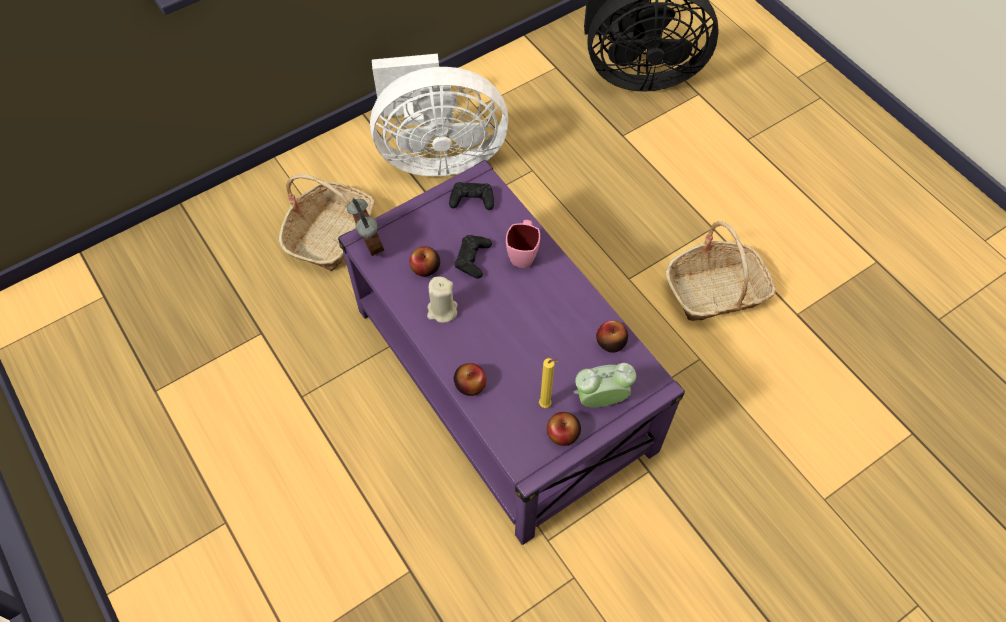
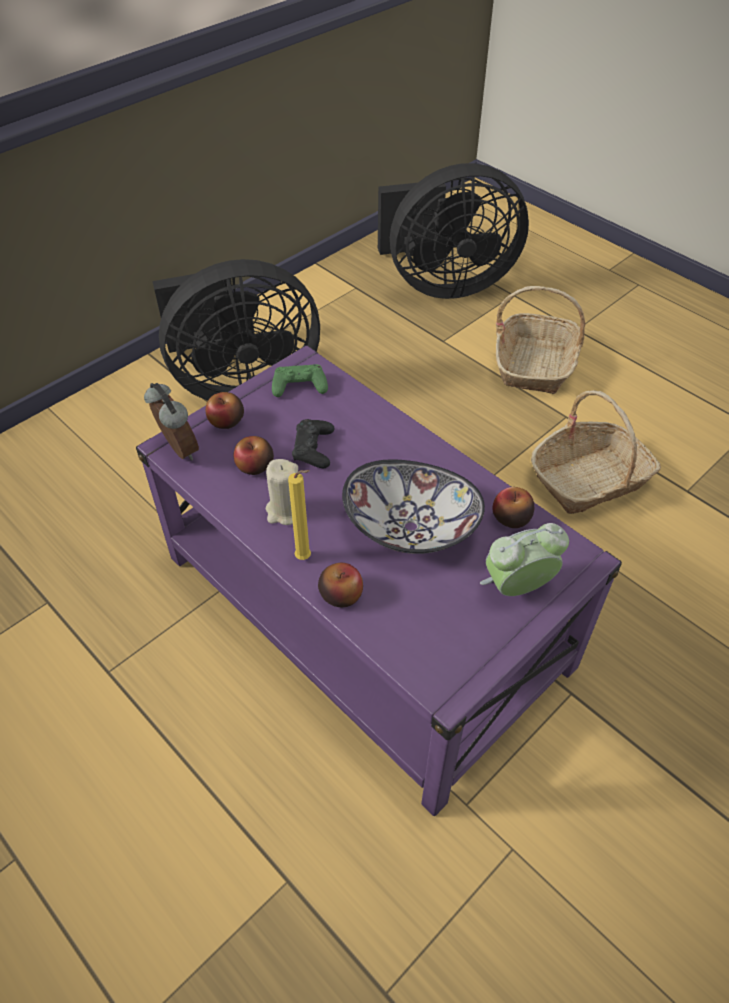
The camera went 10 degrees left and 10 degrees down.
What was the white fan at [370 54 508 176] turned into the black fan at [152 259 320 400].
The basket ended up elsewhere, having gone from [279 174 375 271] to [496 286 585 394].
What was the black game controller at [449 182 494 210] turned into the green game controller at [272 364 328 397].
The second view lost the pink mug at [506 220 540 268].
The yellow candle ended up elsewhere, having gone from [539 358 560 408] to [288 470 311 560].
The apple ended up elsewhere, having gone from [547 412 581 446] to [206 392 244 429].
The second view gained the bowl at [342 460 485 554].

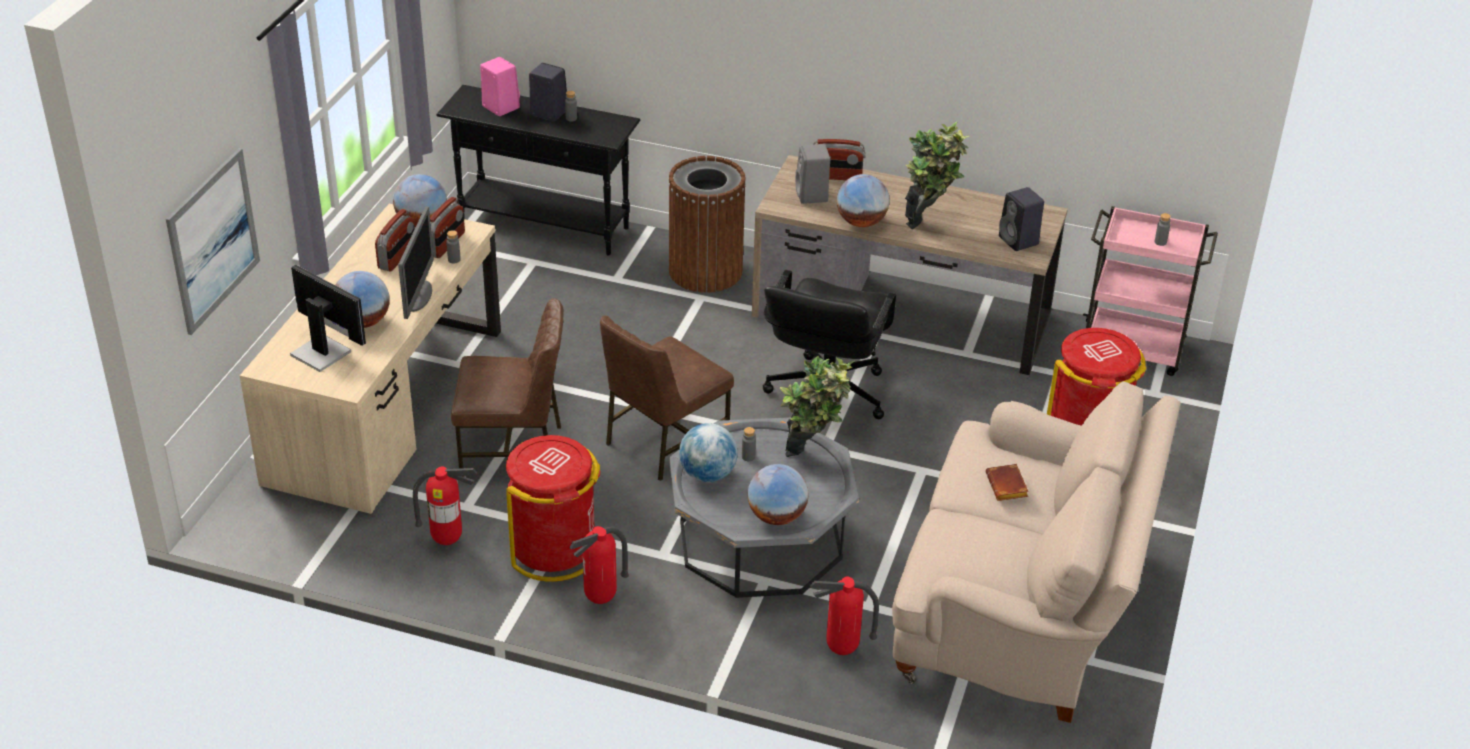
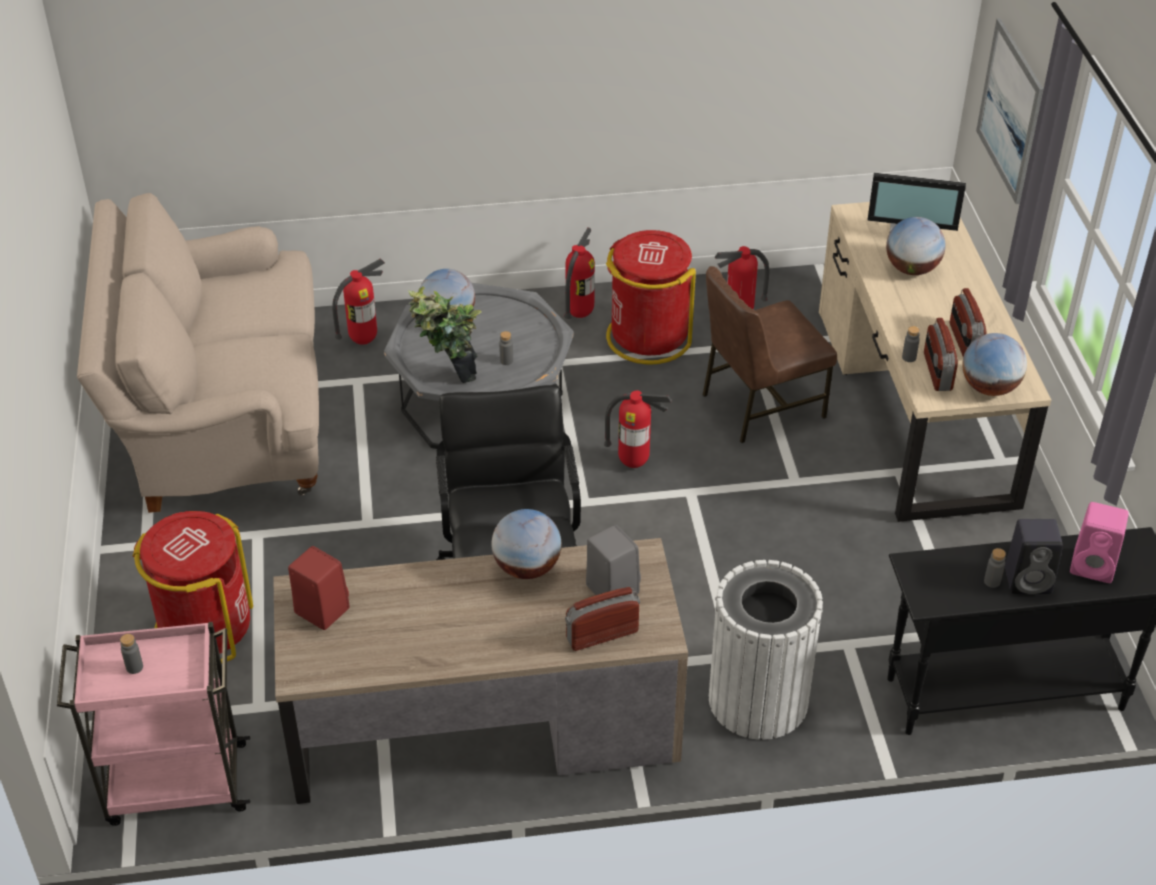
The camera went 155 degrees right and 5 degrees up.
The second view lost the potted plant at [905 121 969 229].
What was the brown trash can at [668 156 746 293] turned into the white trash can at [709 560 823 740].
What was the black speaker at [999 187 1044 251] turned into the red speaker at [288 546 350 630].
The second view lost the monitor at [398 207 434 319].
Where the brown chair stood at [600 315 734 481], the fire extinguisher came to stand at [604 390 672 468].
The second view lost the globe at [679 423 738 482].
The second view lost the brown book at [986 464 1029 501].

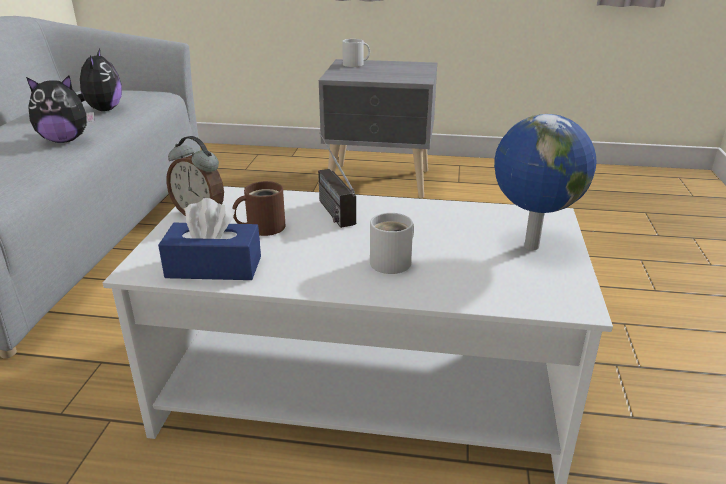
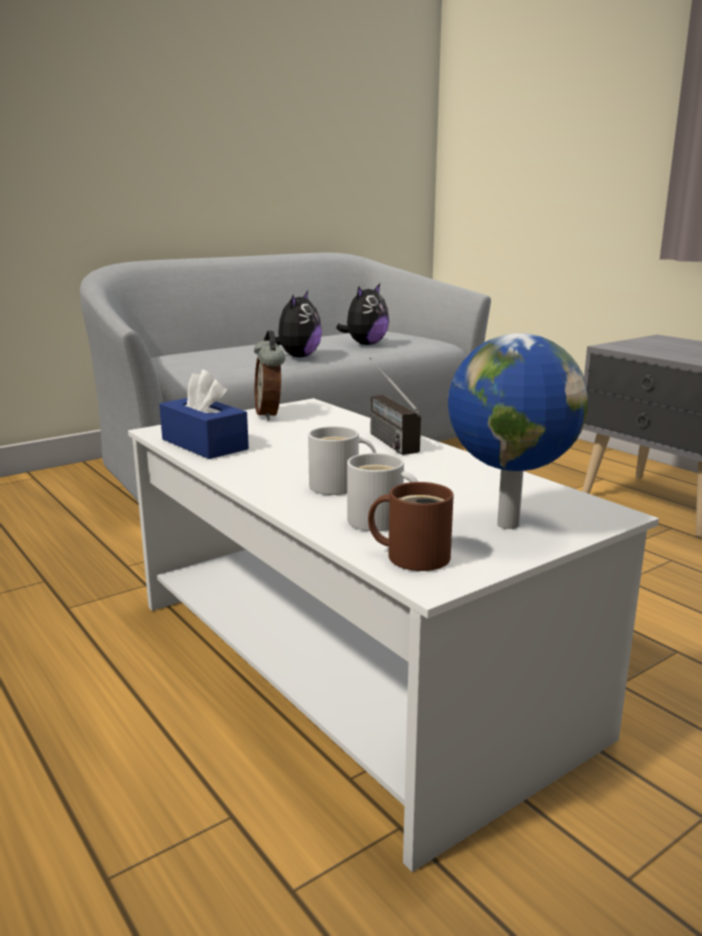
The camera went 45 degrees right and 10 degrees down.
The white mug ended up elsewhere, having gone from [342 39 370 67] to [347 453 418 531].
The plush toy at [26 75 94 143] ended up facing another way, 105 degrees counterclockwise from before.
The radio at [318 133 356 228] ended up facing another way, 45 degrees counterclockwise from before.
The brown mug ended up elsewhere, having gone from [232 181 286 236] to [368 482 454 571].

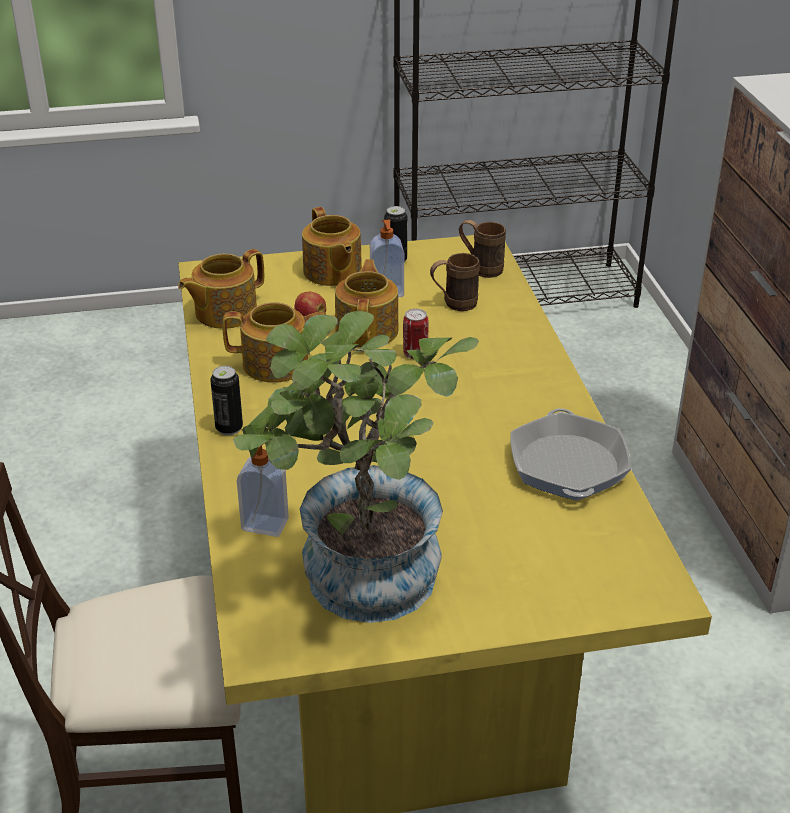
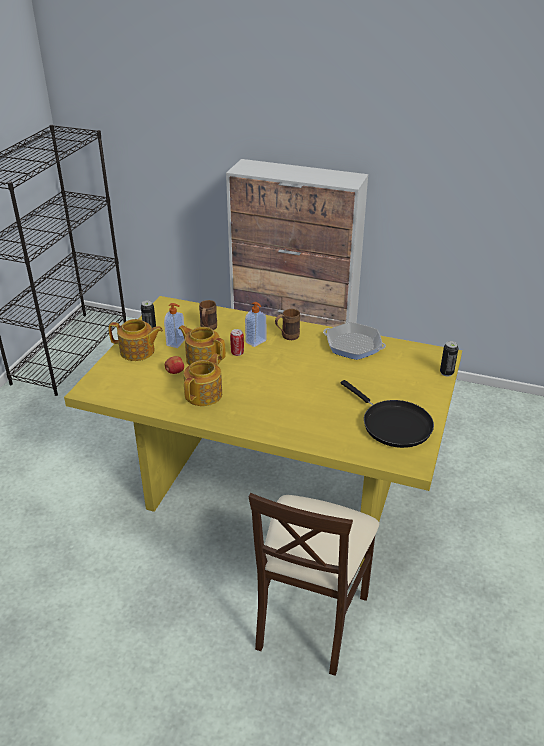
The camera went 60 degrees left and 0 degrees up.
The brown mug ended up elsewhere, having gone from [459 220 506 278] to [275 309 300 340].
The second view lost the teapot at [178 249 264 329].
Where the potted plant stood at [233 311 479 623], the black frying pan came to stand at [341 380 434 448].
The can ended up elsewhere, having gone from [210 366 243 435] to [440 341 458 377].
The soap dispenser ended up elsewhere, having gone from [237 443 289 537] to [245 302 266 347].

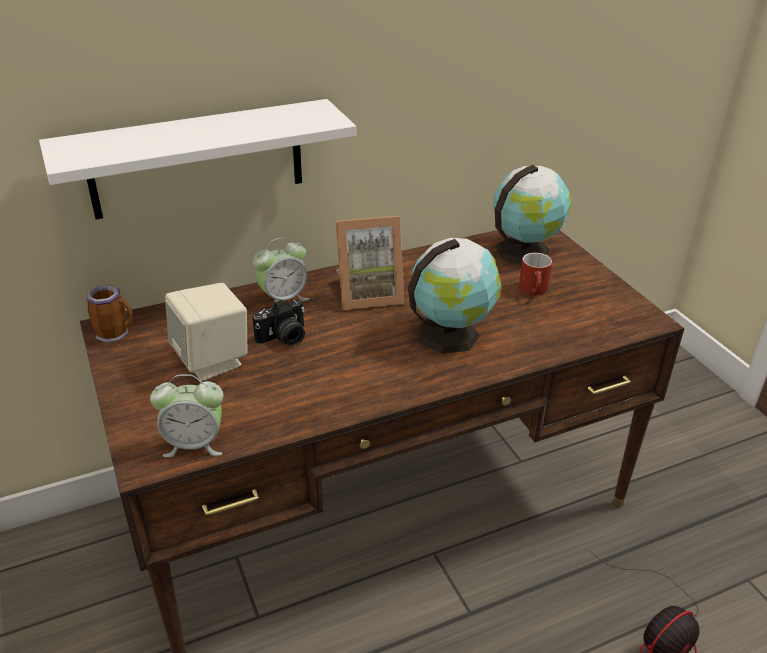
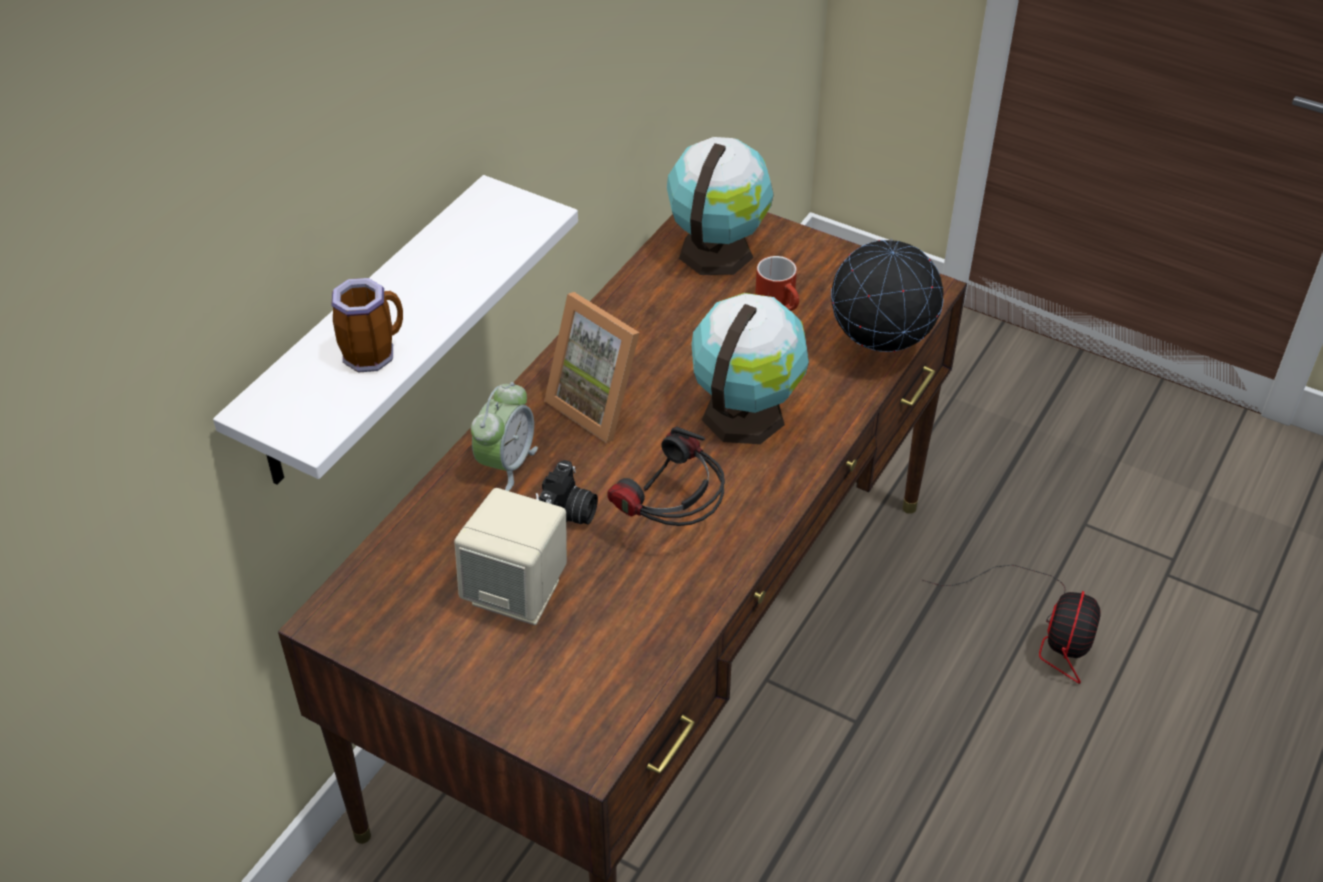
The camera went 35 degrees left and 10 degrees up.
The picture frame at [336 215 404 310] ended up facing another way, 90 degrees clockwise from before.
The mug ended up elsewhere, having gone from [86 284 133 343] to [331 278 403 372].
The second view lost the alarm clock at [150 374 223 457].
The second view gained the globe at [831 238 944 352].
The second view gained the headphones at [607 426 725 526].

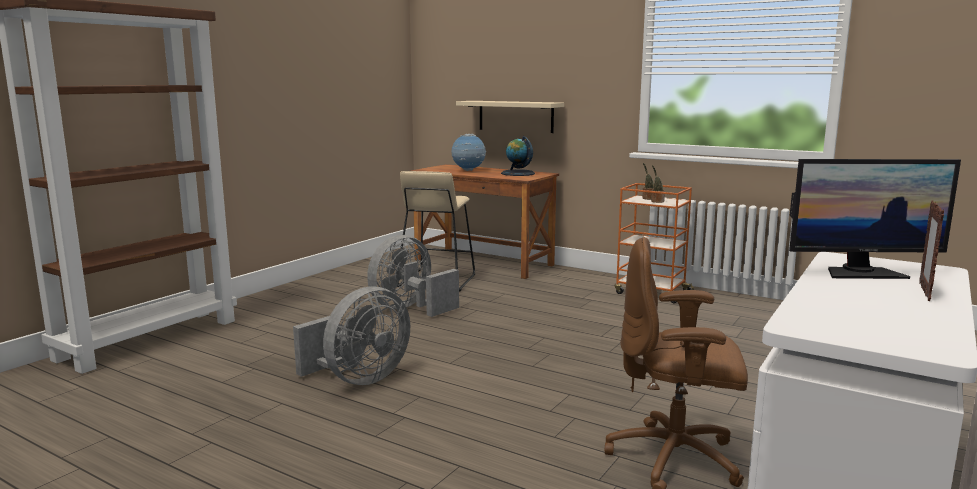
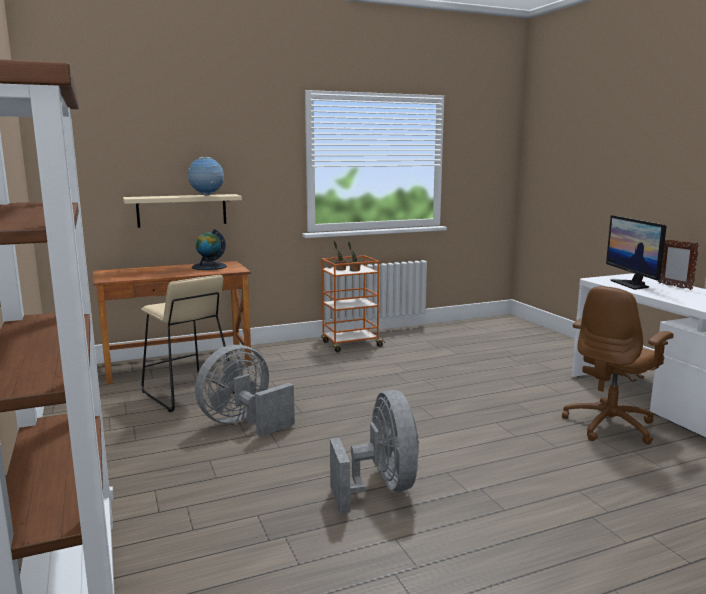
The camera went 55 degrees left and 0 degrees up.
The globe ended up elsewhere, having gone from [452 134 486 171] to [187 157 224 196].
The monitor at [789 159 961 279] ended up facing another way, 135 degrees clockwise from before.
The grey fan at [367 235 459 317] ended up facing another way, 60 degrees clockwise from before.

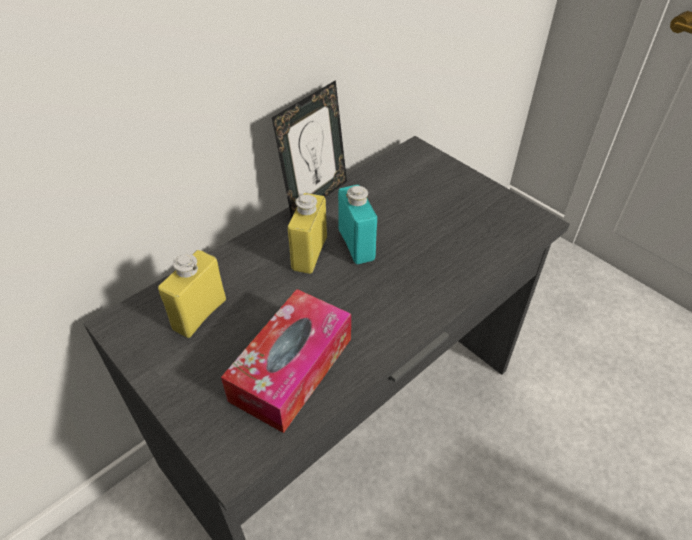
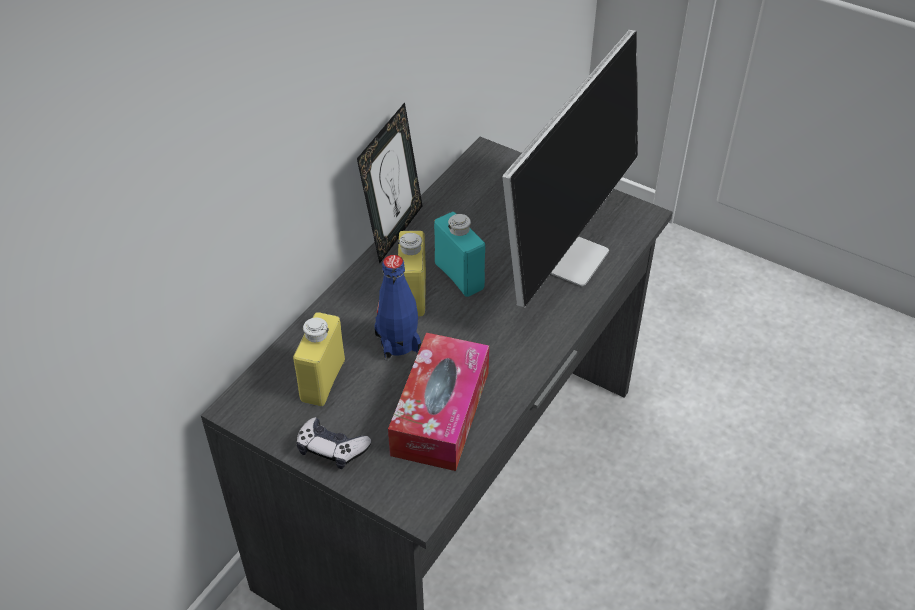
The camera went 15 degrees left and 0 degrees up.
The second view gained the monitor at [502 30 638 308].
The second view gained the blue bottle at [374 255 421 361].
The second view gained the game controller at [296 417 372 469].

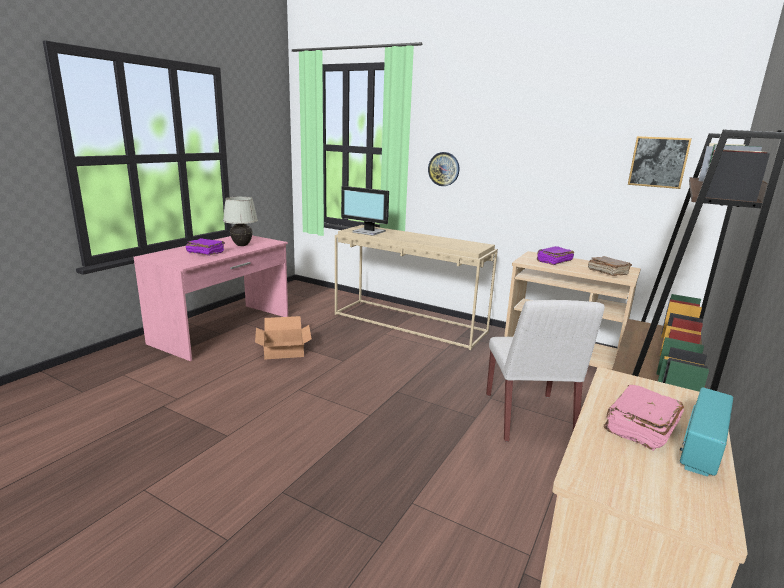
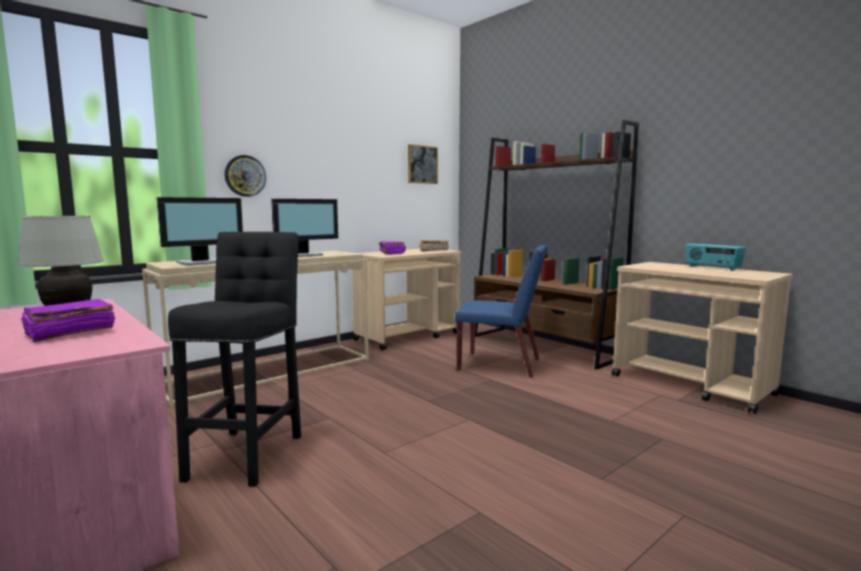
The camera went 70 degrees left and 10 degrees down.
What was the white chair at [486 300 604 442] turned into the blue chair at [455 245 547 378].
Where the cardboard box stood at [255 316 312 360], the black stool came to stand at [168 232 301 487].
The second view lost the pink book at [604 385 684 451].
The second view gained the monitor at [271 199 338 257].

